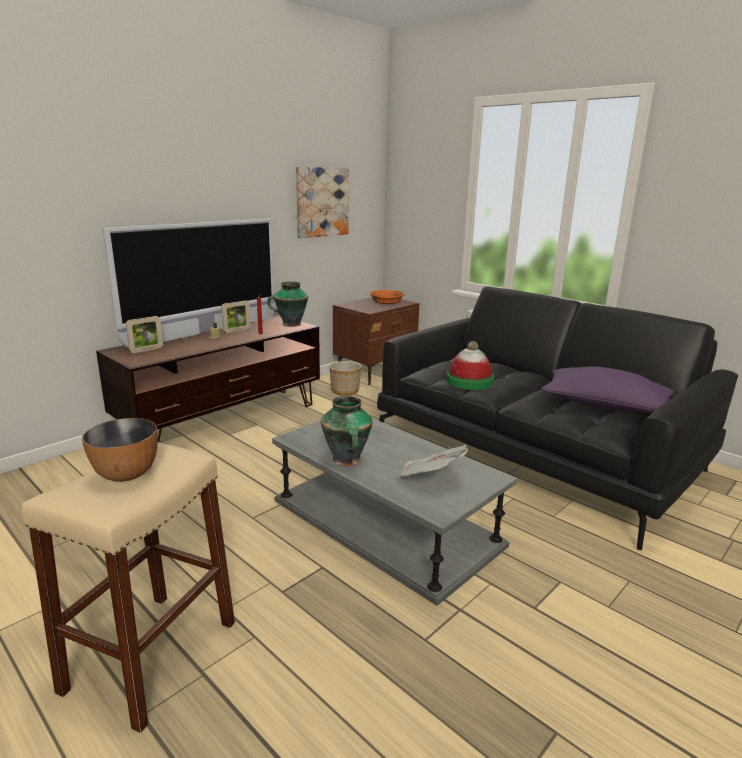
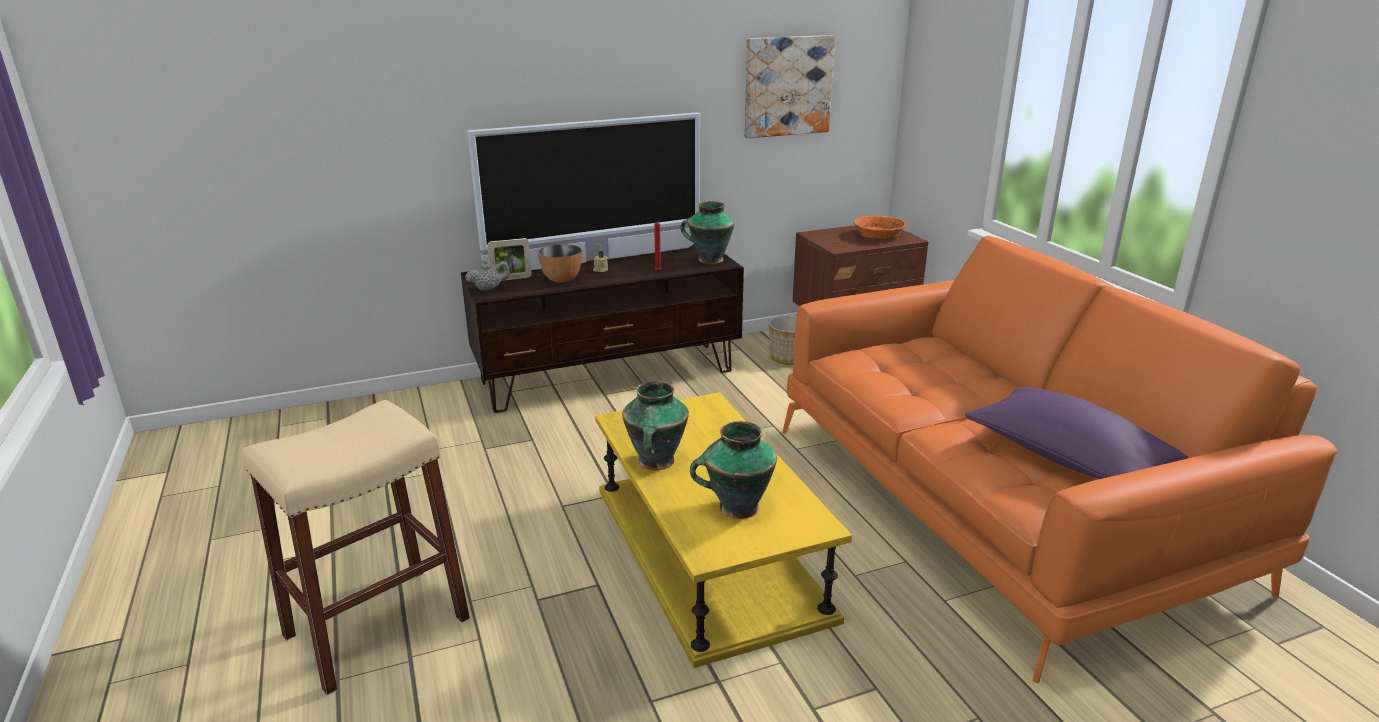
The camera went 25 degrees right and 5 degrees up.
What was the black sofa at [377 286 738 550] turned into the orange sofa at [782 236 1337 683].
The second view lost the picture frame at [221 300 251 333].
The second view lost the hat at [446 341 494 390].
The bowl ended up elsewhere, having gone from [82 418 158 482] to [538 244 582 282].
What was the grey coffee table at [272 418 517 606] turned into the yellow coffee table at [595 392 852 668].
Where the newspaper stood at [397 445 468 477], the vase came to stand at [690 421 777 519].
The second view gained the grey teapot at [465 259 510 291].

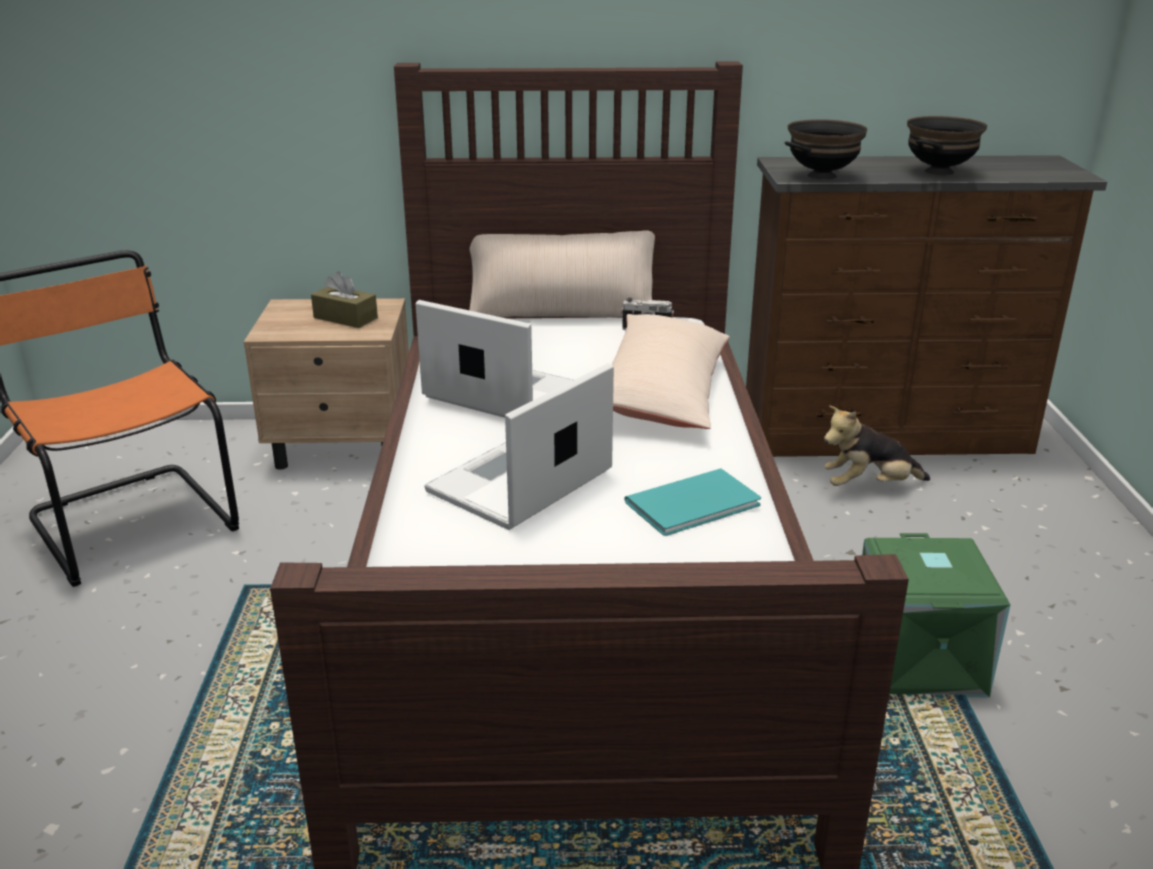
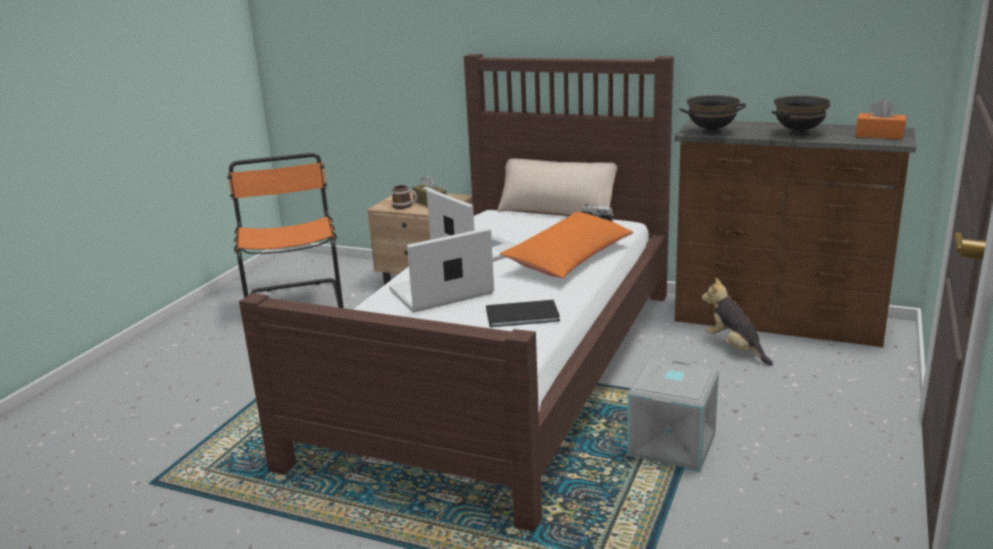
The camera went 25 degrees right and 5 degrees down.
What was the beige pillow at [612 314 730 429] turned into the orange pillow at [500 212 633 278].
The plush toy at [824 405 930 486] ended up facing another way, 45 degrees clockwise from before.
What was the turquoise book at [625 468 761 536] turned into the black book at [486 300 560 327].
What was the green storage box at [862 533 1011 697] turned into the grey storage box at [627 359 719 472].
The second view gained the orange tissue box at [856 98 906 139].
The second view gained the mug at [392 185 417 209].

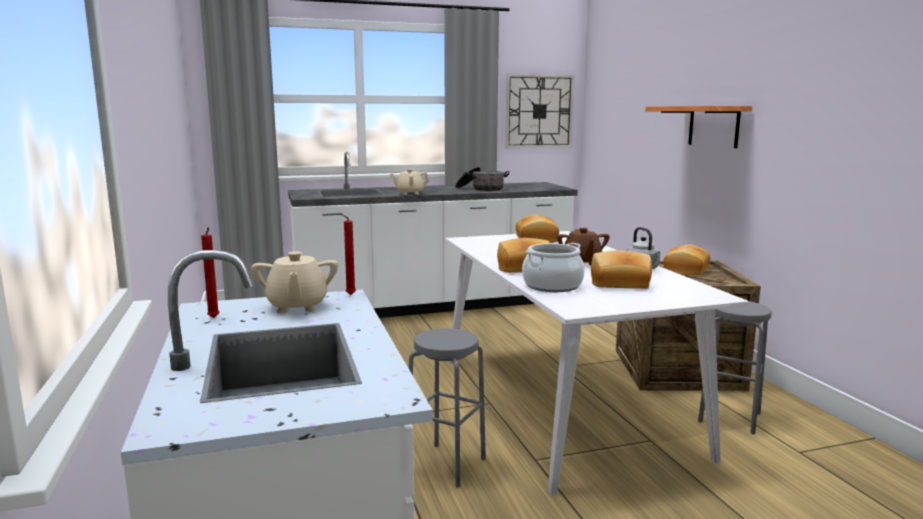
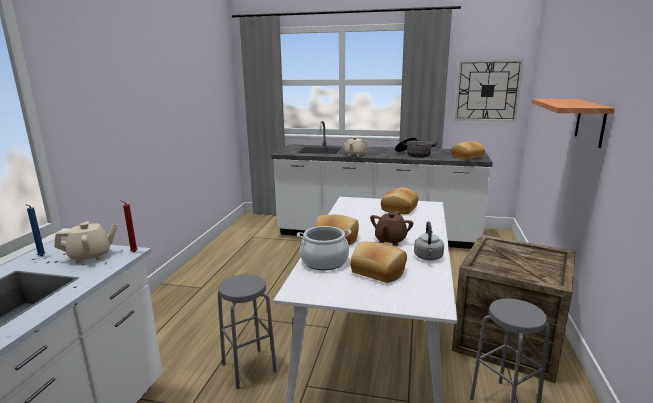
The camera went 30 degrees right and 5 degrees up.
What was the red candle at [201 227 220 318] turned into the blue candle at [27 205 45 256].
The bread ended up elsewhere, having gone from [663 244 710 275] to [451 141 485 160].
The beige teapot at [251 251 338 313] ended up facing another way, 135 degrees counterclockwise from before.

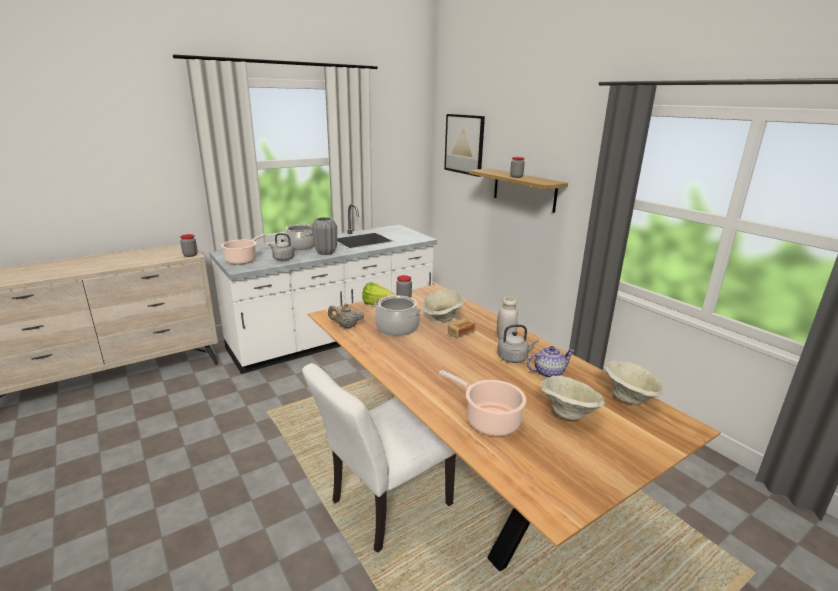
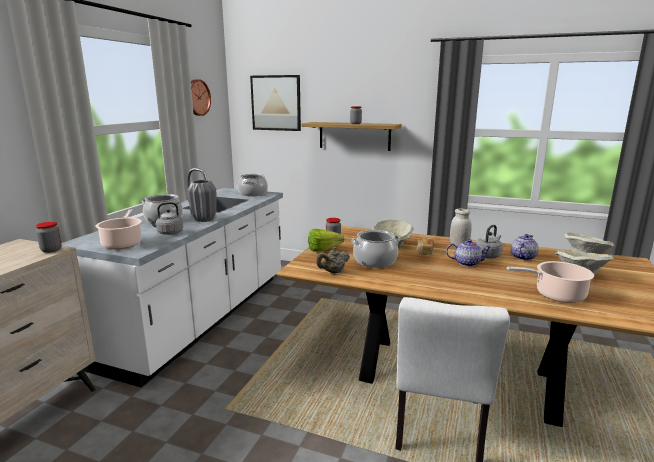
The camera went 35 degrees left and 5 degrees down.
The second view gained the wall clock at [191 79 211 116].
The second view gained the cooking pot at [238 174 268 196].
The second view gained the teapot at [446 239 492 267].

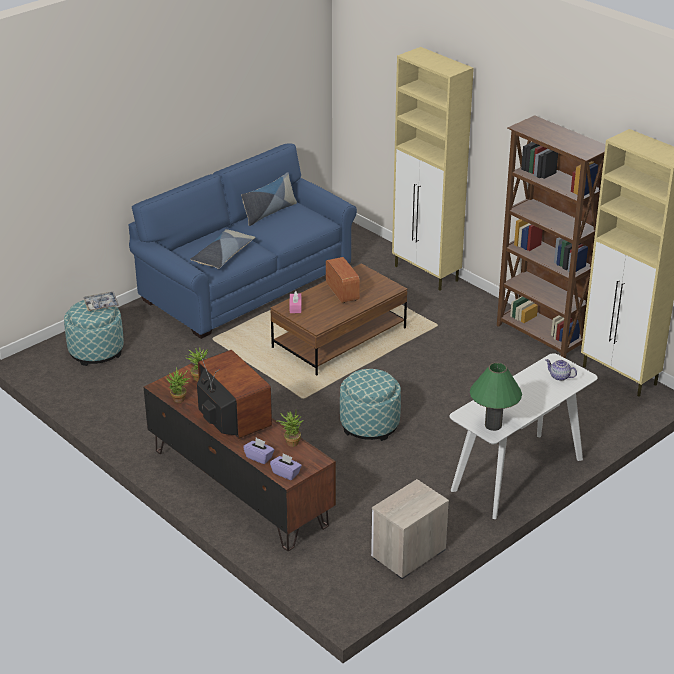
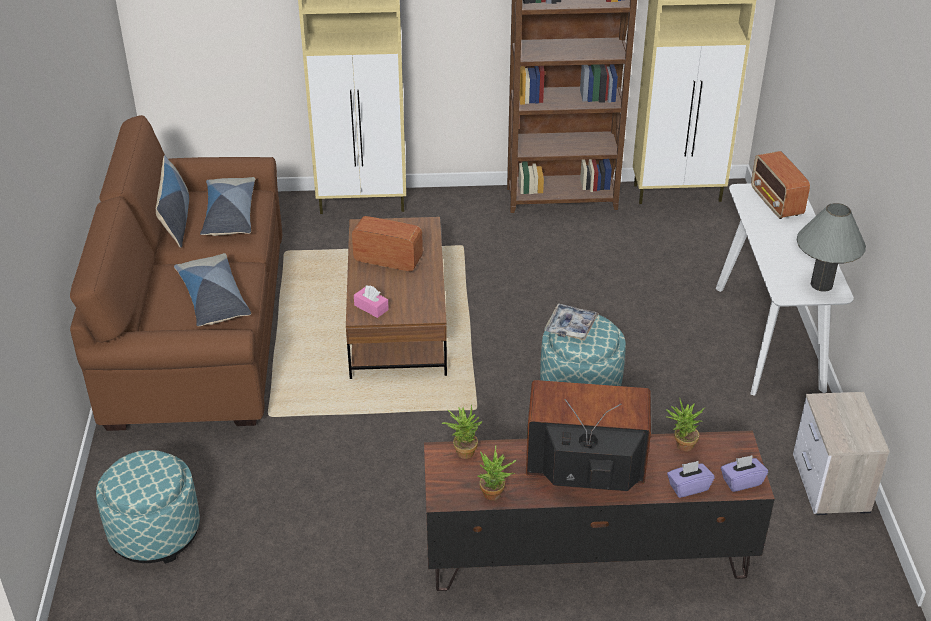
The camera went 50 degrees left and 5 degrees up.
What was the blue sofa at [129 143 357 339] turned into the brown sofa at [70 115 282 431].
The tray ended up elsewhere, having gone from [83 291 119 311] to [544 303 599 341].
Where the teapot stood at [546 359 577 381], the radio came to stand at [751 151 810 219].
What was the green table lamp at [470 363 522 431] turned into the grey table lamp at [797 203 866 292].
The second view gained the pillow at [200 177 255 236].

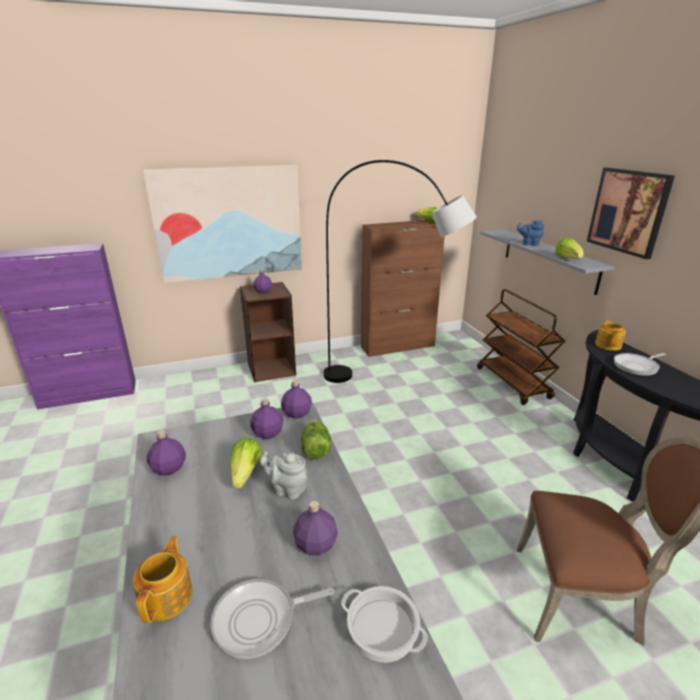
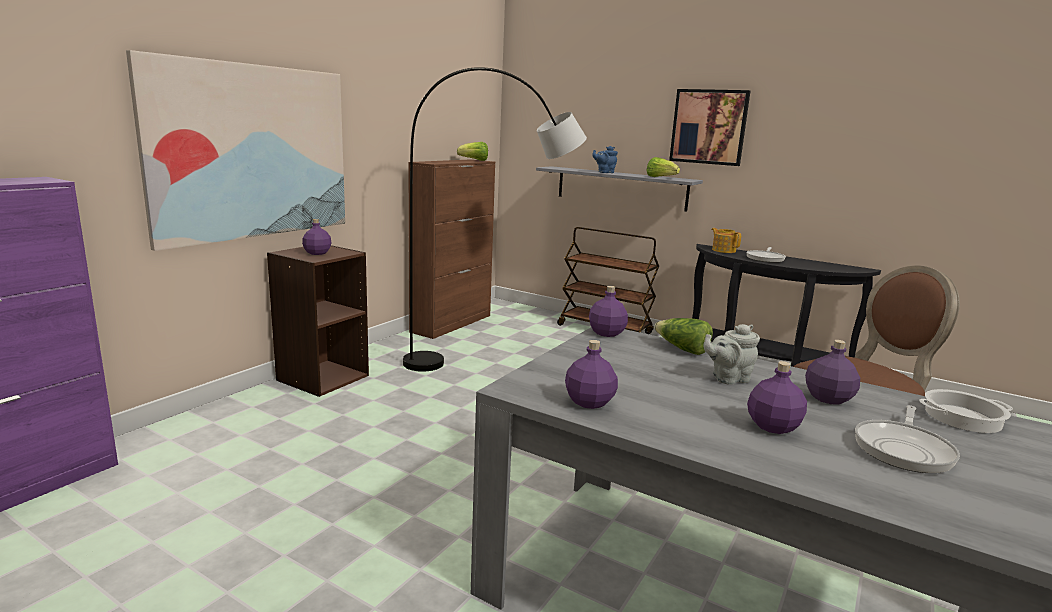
The camera went 40 degrees left and 10 degrees down.
The purple bottle ended up elsewhere, having gone from [250 398 283 439] to [747 361 807 434].
The second view lost the lettuce at [230 437 263 488].
The second view lost the teapot at [133 536 192 623].

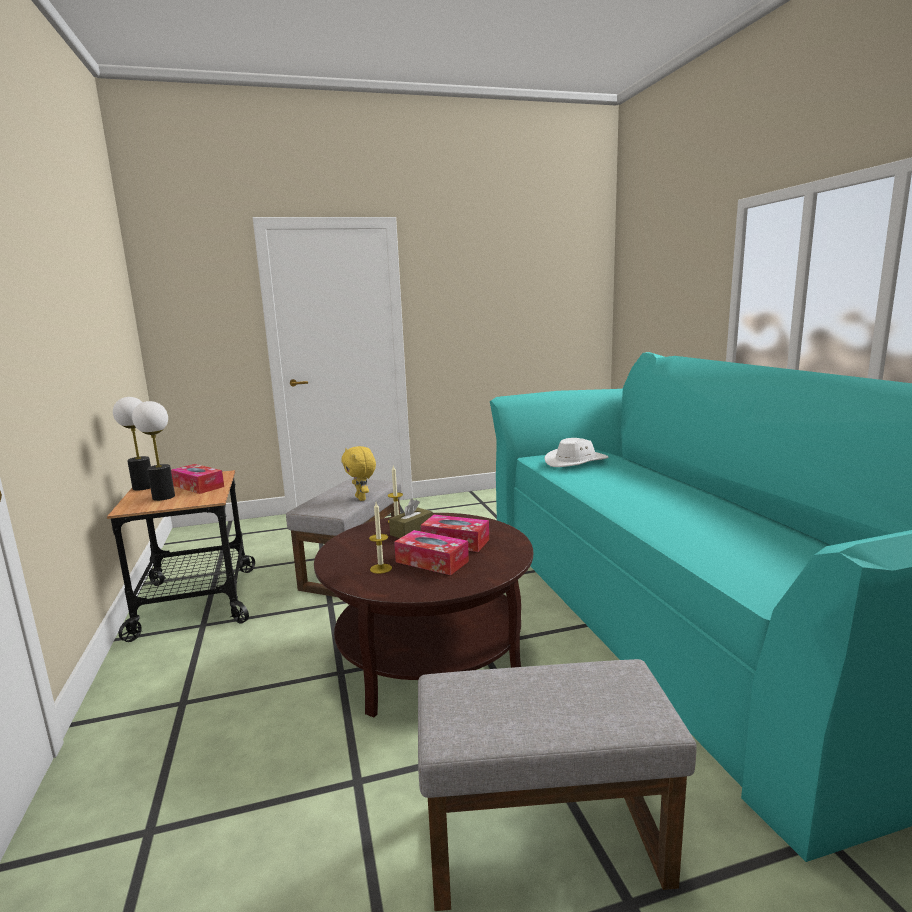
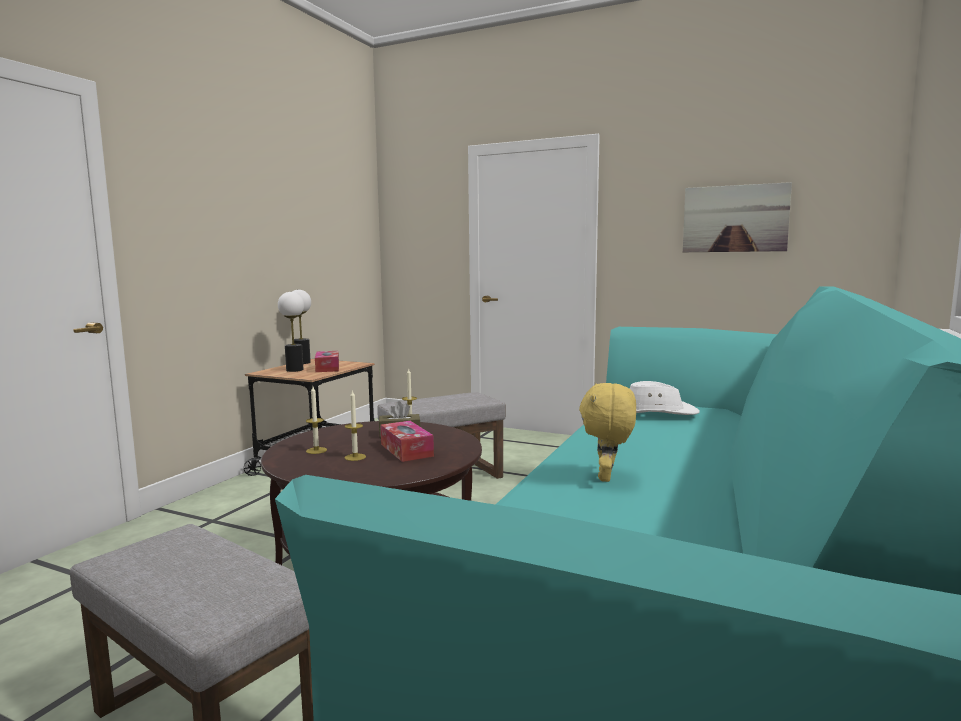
The camera went 40 degrees right and 5 degrees down.
The yellow plush toy ended up elsewhere, having gone from [341 446 376 501] to [579 383 636 482].
Where the tissue box stood at [394 530 469 575], the candle came to stand at [345 390 366 461].
The second view gained the picture at [683 182 792 252].

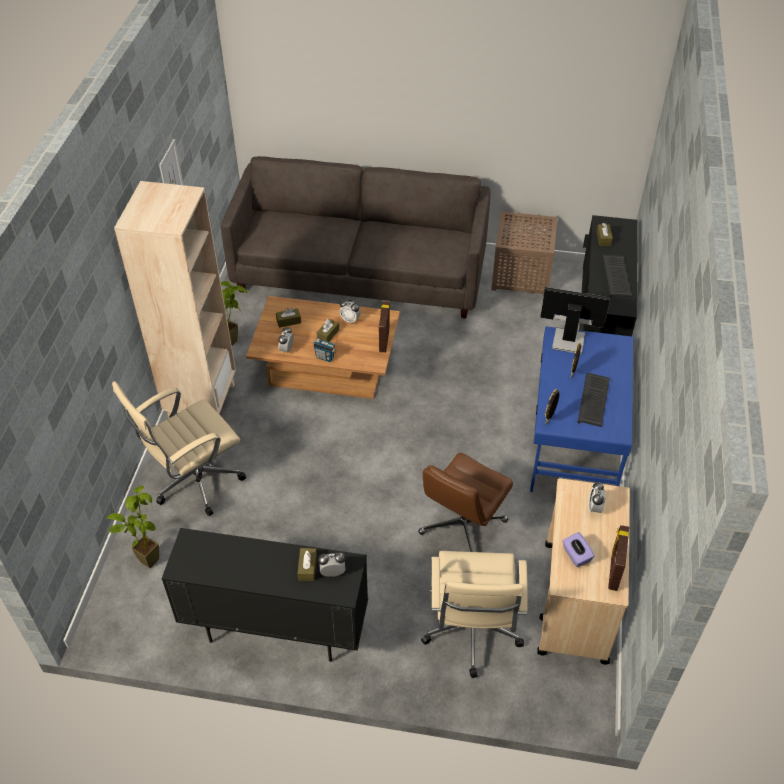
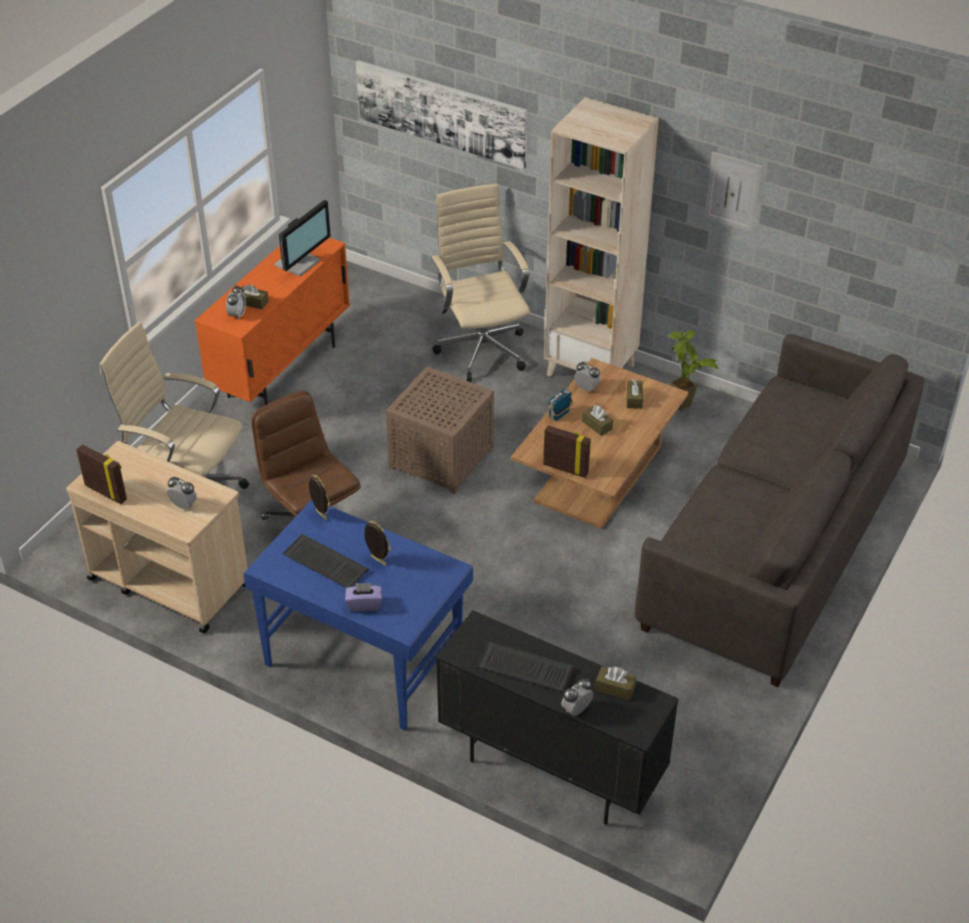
The camera went 110 degrees right and 5 degrees down.
The brown side table ended up elsewhere, having gone from [491 211 557 296] to [386 366 494 494].
The monitor ended up elsewhere, having gone from [540 287 611 354] to [274 200 331 276].
The alarm clock ended up elsewhere, having gone from [340 299 361 324] to [561 678 594 716].
The second view lost the potted plant at [105 486 159 568].
What was the black cabinet at [162 528 368 662] turned into the orange cabinet at [195 238 350 405].
The purple tissue box ended up elsewhere, having gone from [562 532 594 567] to [345 583 382 612].
The second view gained the picture at [356 60 527 170].

